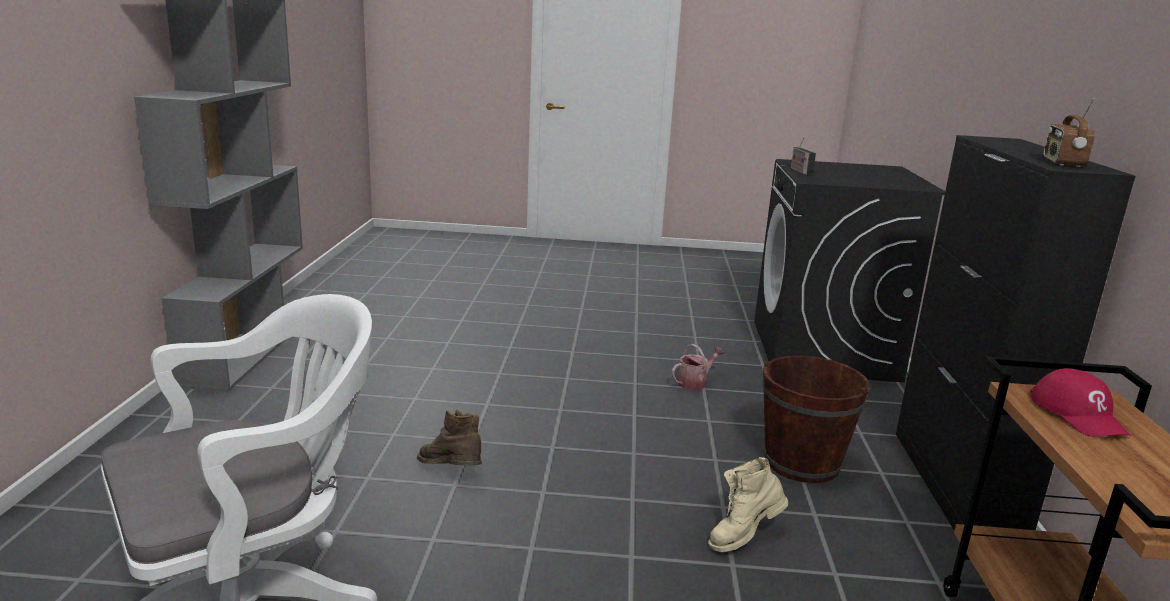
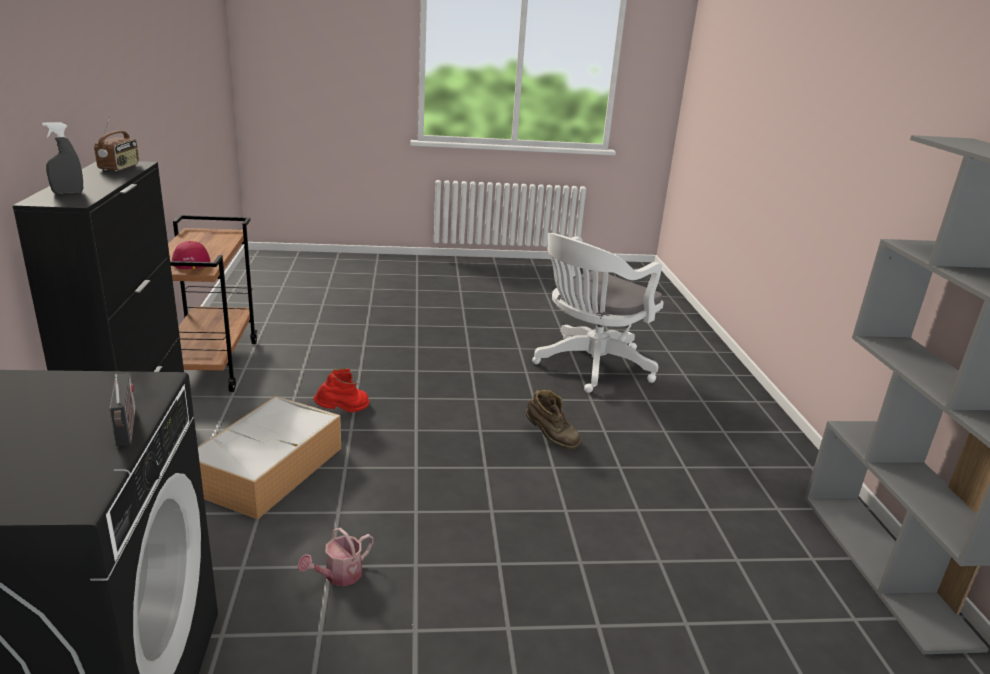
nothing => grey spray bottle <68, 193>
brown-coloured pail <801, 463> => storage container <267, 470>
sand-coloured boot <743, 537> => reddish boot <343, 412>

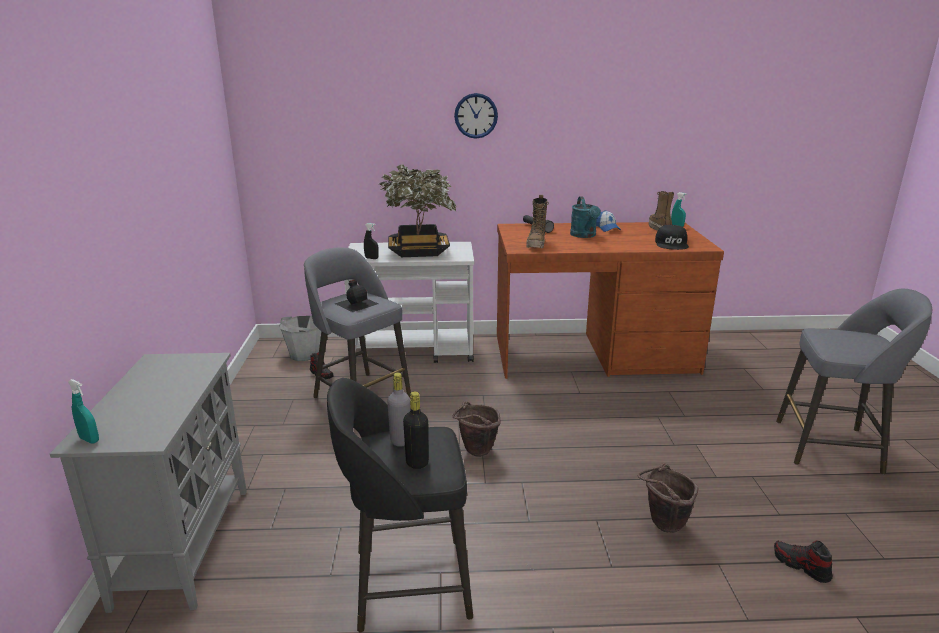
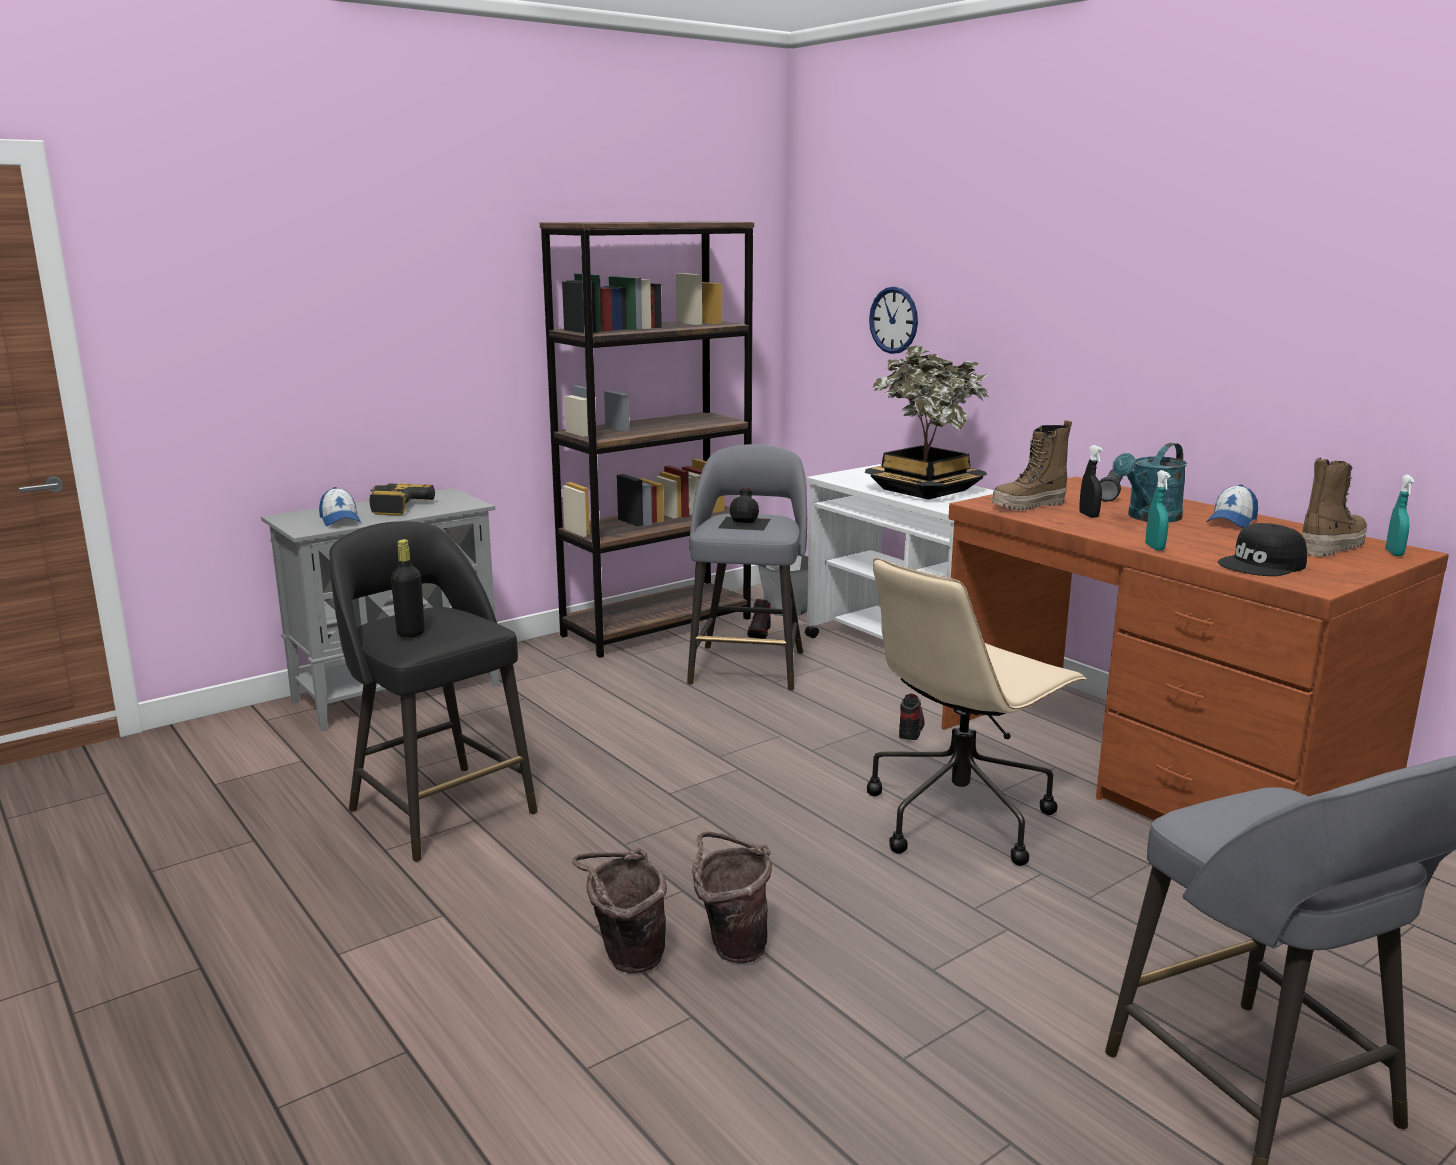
grey bottle <400, 441> => nothing
nothing => cap <340, 520>
nothing => power drill <394, 507>
nothing => brown-coloured bookshelf <657, 627>
nothing => sand-coloured office chair <960, 816>
turquoise-coloured spray bottle <89, 440> => turquoise-coloured spray bottle <1154, 547>, moved
blackish spray bottle <371, 258> => blackish spray bottle <1088, 515>, moved
brown-coloured pail <475, 452> => brown-coloured pail <625, 960>, moved
wall clock <476, 115> => wall clock <893, 320>, moved
item of footwear <801, 566> => item of footwear <910, 728>, moved

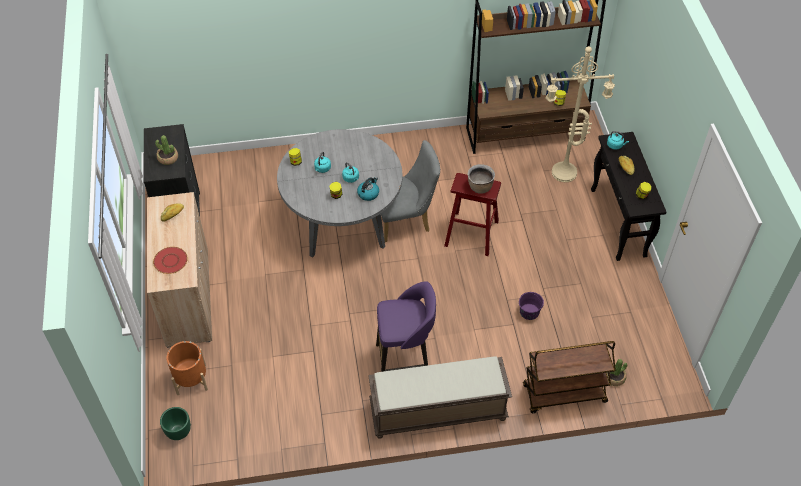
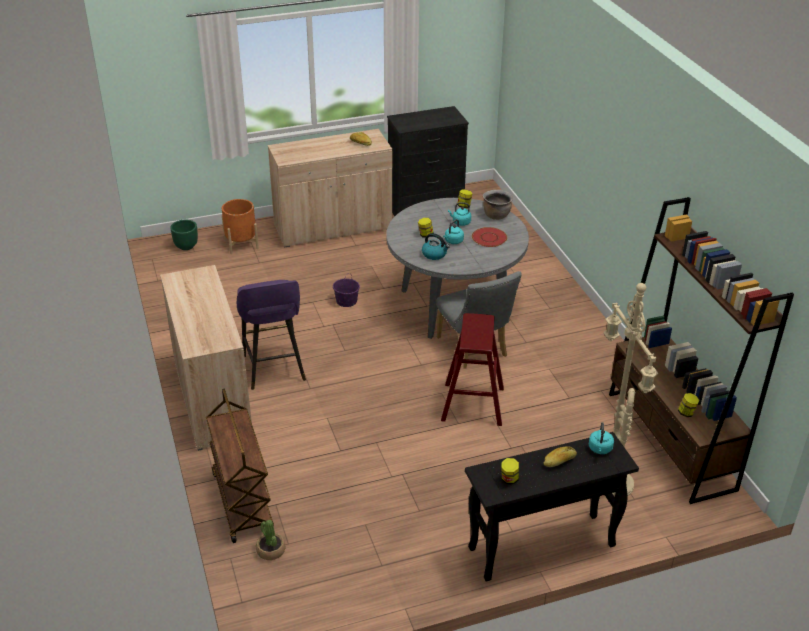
potted plant <168, 158> => nothing
reddish dinner plate <171, 261> => reddish dinner plate <489, 238>, moved
brown-coloured cooking pot <479, 187> => brown-coloured cooking pot <496, 215>, moved
purple-coloured pail <529, 312> => purple-coloured pail <346, 301>, moved
brown-coloured bench <437, 412> => sand-coloured storage cabinet <212, 399>

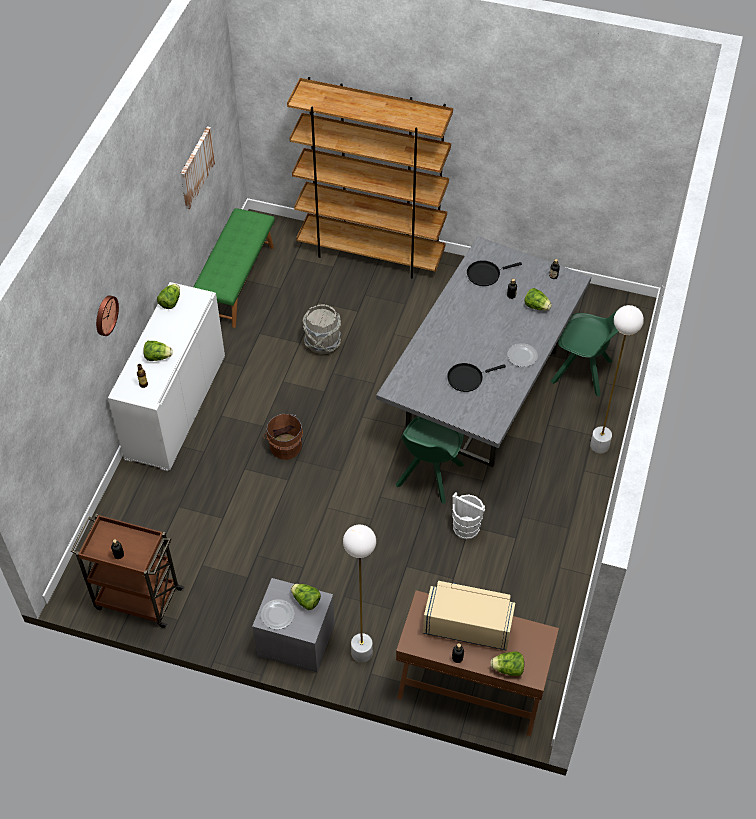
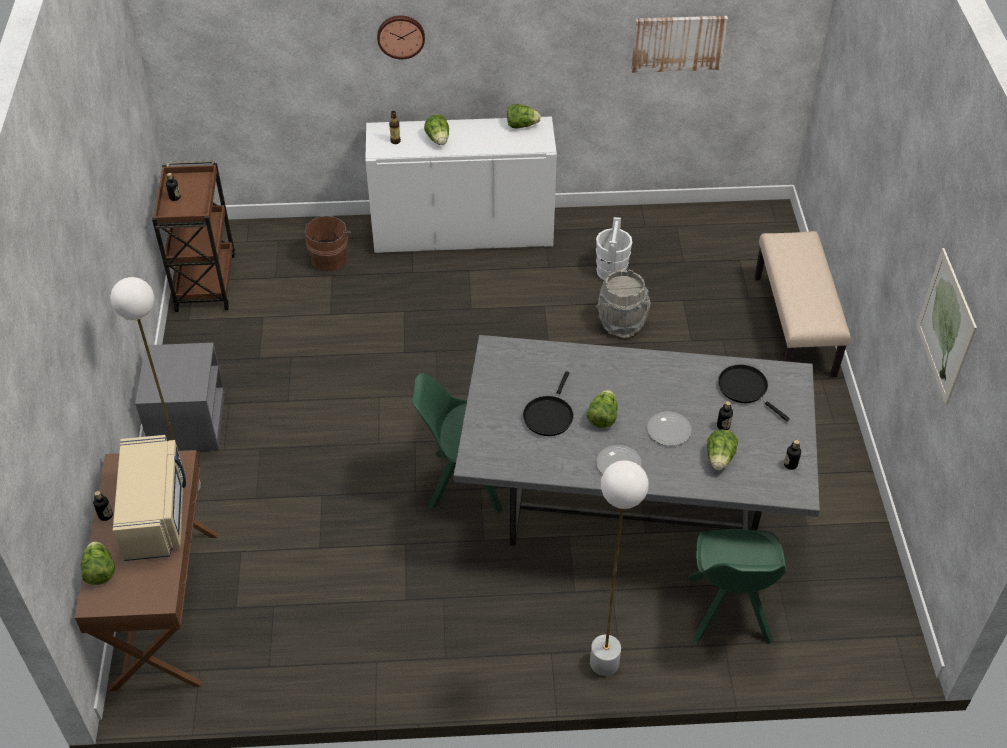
green-coloured bench <236, 282> => nothing
nothing => wall art <946, 326>
dinner plate <278, 615> => dinner plate <669, 430>, moved
brown-coloured pail <284, 446> => brown-coloured pail <330, 257>, moved
lettuce head <306, 601> => lettuce head <602, 417>, moved
whitish pail <466, 527> => whitish pail <611, 271>, moved
brown-coloured bookshelf <371, 253> => sand-coloured bench <795, 326>
blackish skillet <467, 378> => blackish skillet <549, 415>, 120 degrees counterclockwise

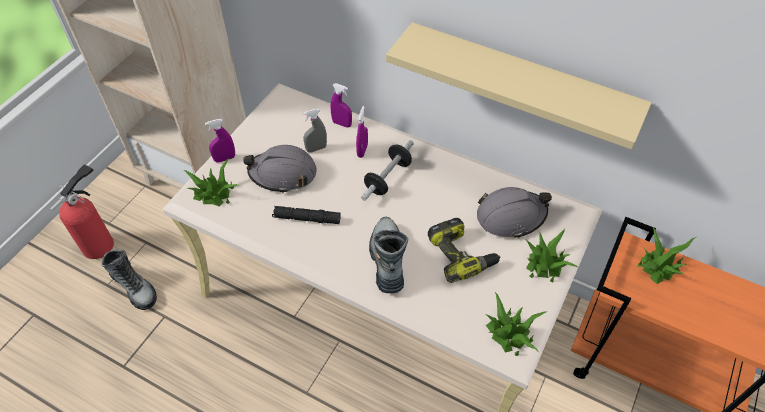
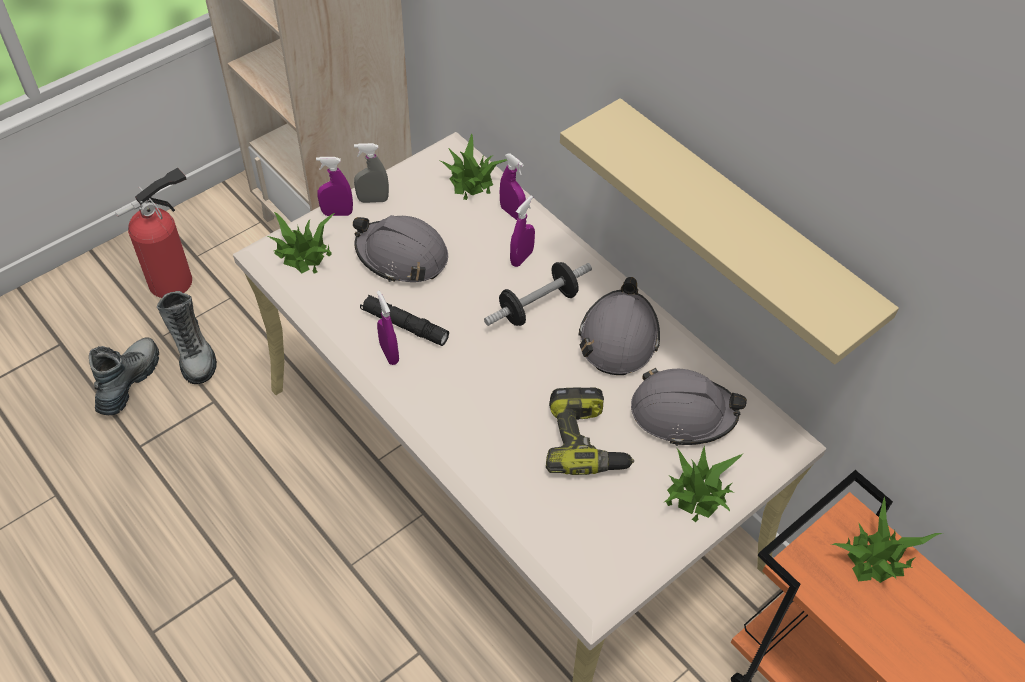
nothing => purple-coloured spray bottle <389, 354>
nothing => grey hard hat <618, 337>
grey spray bottle <316, 148> => grey spray bottle <373, 200>, moved
boot <387, 259> => boot <128, 382>, moved
potted plant <510, 333> => potted plant <471, 180>, moved

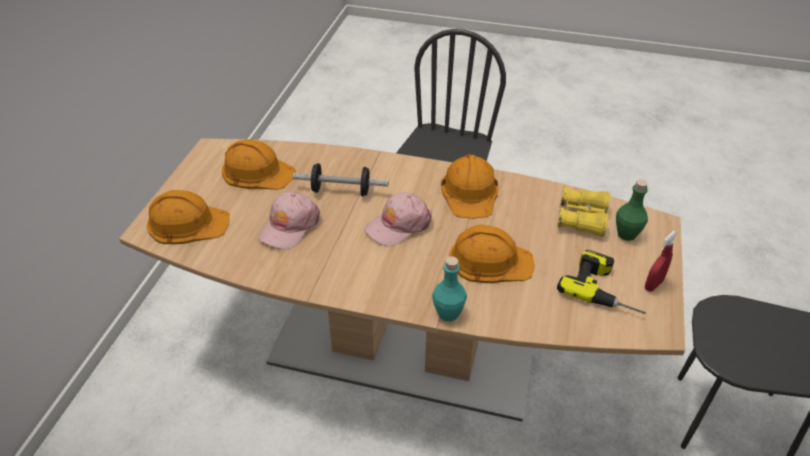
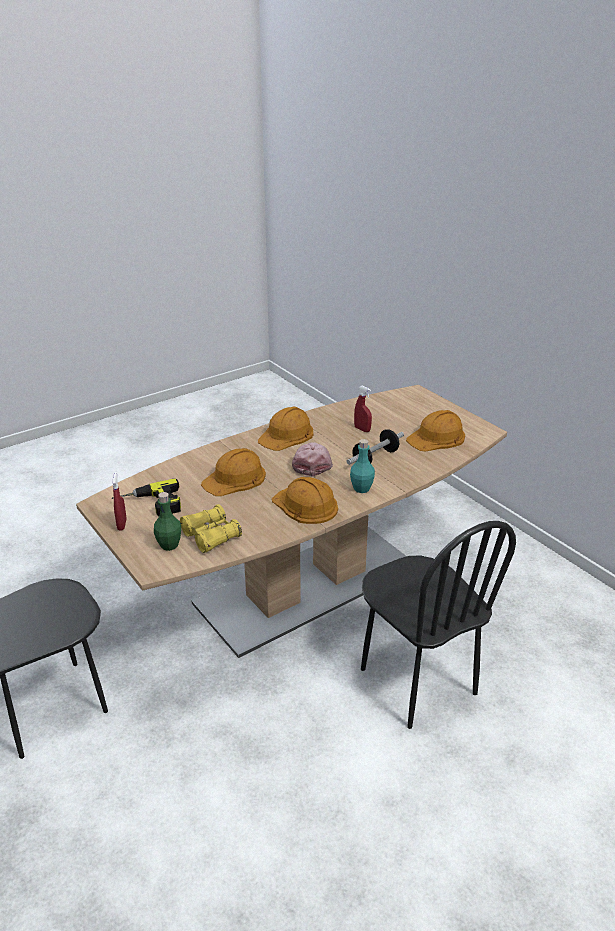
orange hard hat <187, 223> => orange hard hat <286, 435>, moved
turquoise-coloured bottle <448, 313> => turquoise-coloured bottle <361, 488>, moved
pinkish cap <289, 226> => reddish spray bottle <362, 429>

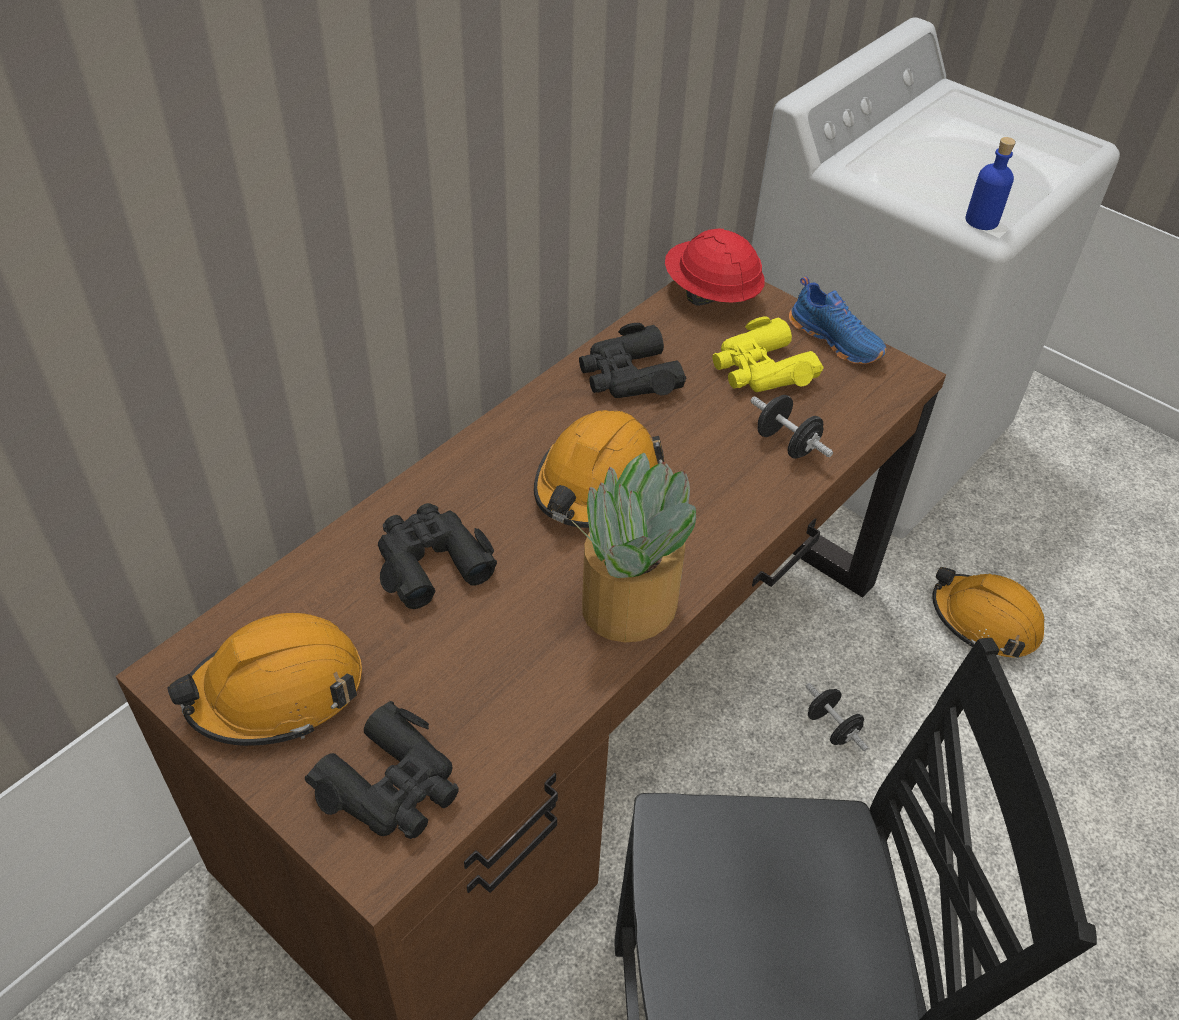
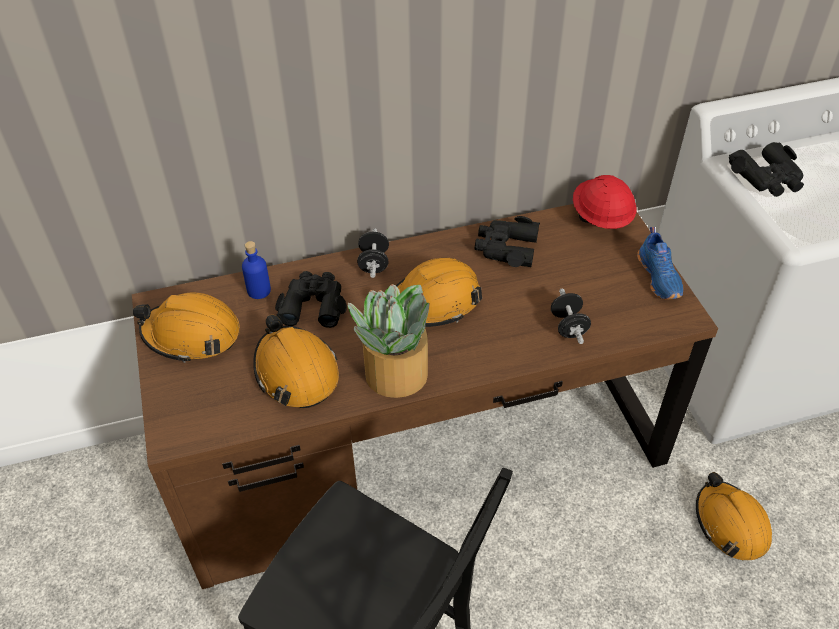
yellow-coloured pair of binoculars <761, 370> => nothing
nothing => orange hard hat <296, 372>
blackish pair of binoculars <392, 786> => blackish pair of binoculars <767, 178>, moved
blackish free weight <832, 727> => blackish free weight <374, 263>, moved
blue bottle <981, 220> => blue bottle <259, 290>, moved

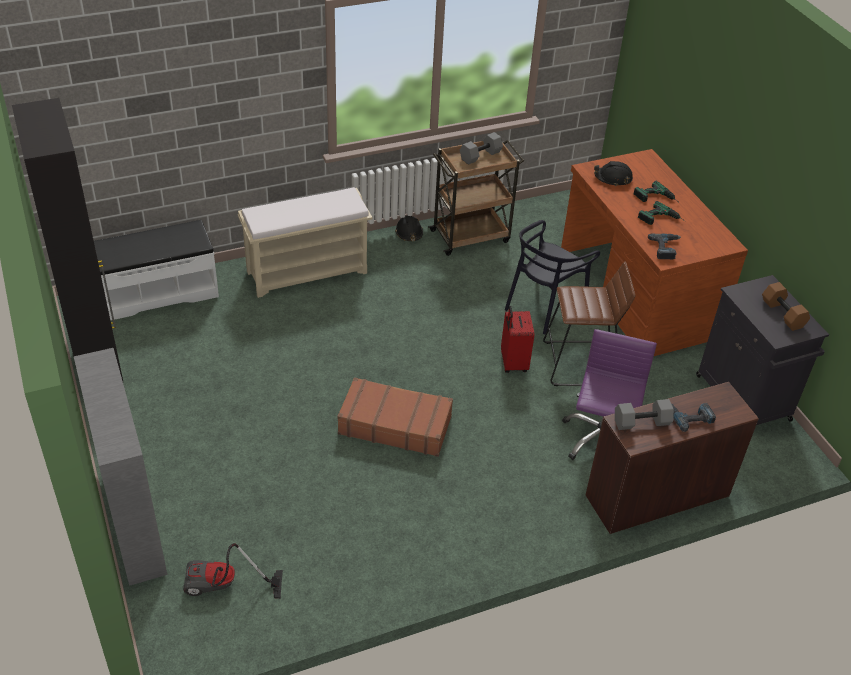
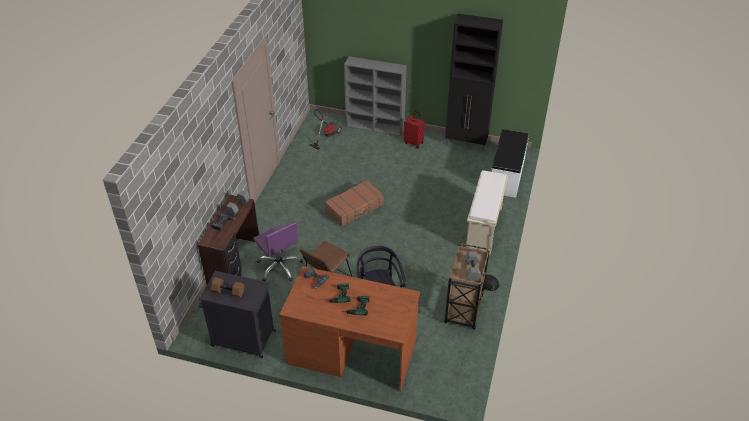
blackish hard hat <613, 178> => nothing
reddish suitcase <512, 363> => reddish suitcase <413, 142>, moved

